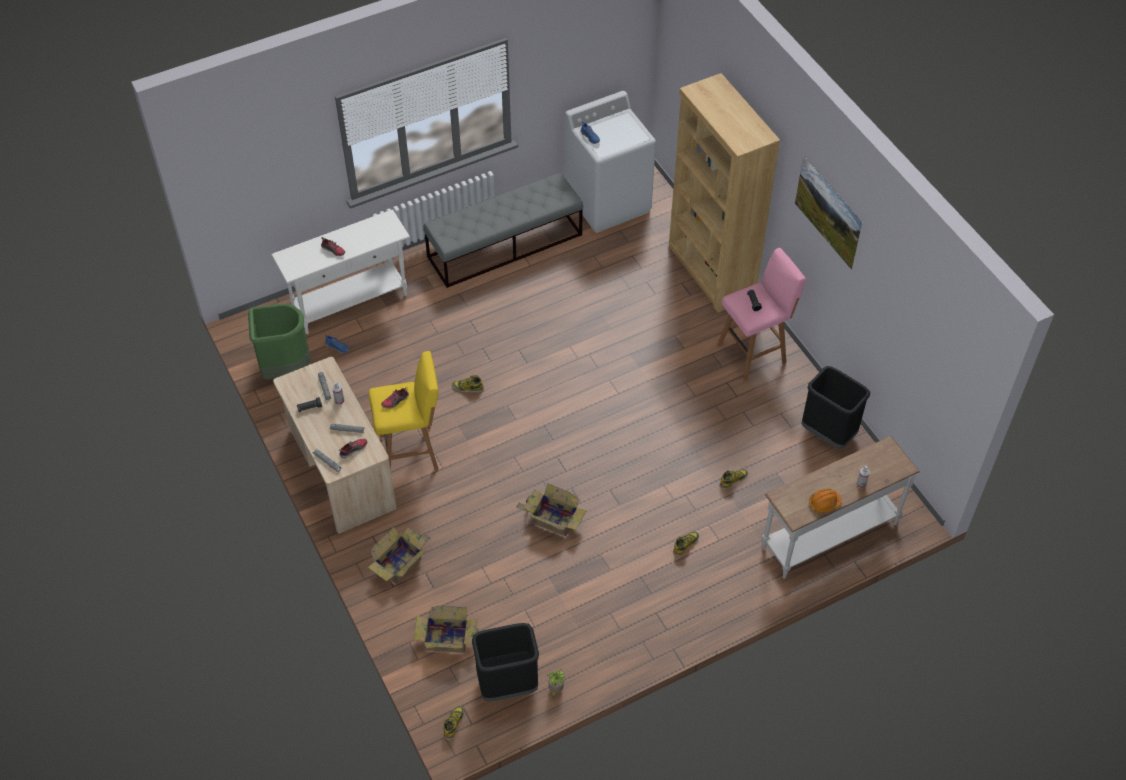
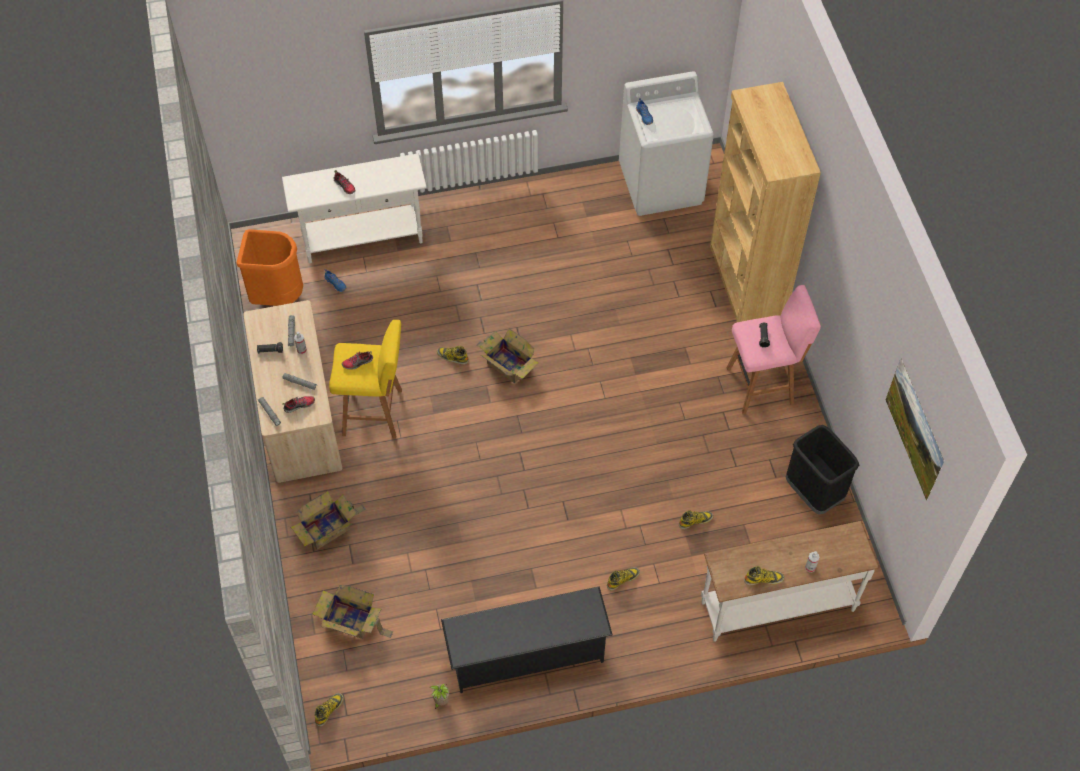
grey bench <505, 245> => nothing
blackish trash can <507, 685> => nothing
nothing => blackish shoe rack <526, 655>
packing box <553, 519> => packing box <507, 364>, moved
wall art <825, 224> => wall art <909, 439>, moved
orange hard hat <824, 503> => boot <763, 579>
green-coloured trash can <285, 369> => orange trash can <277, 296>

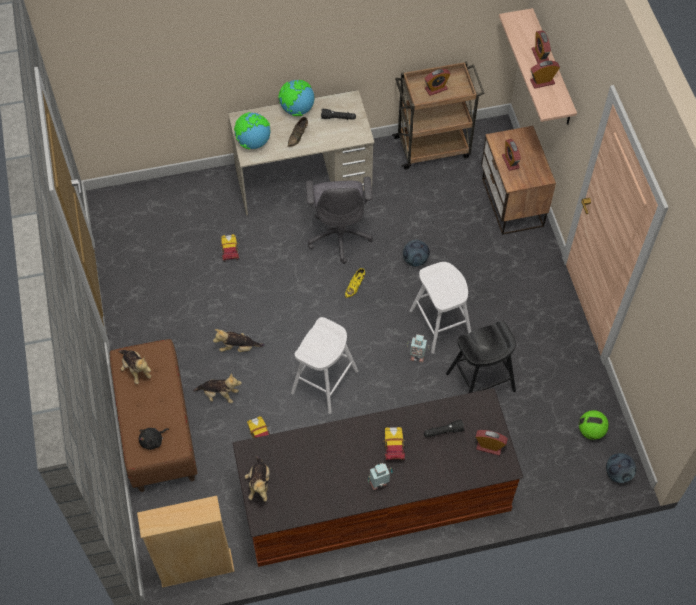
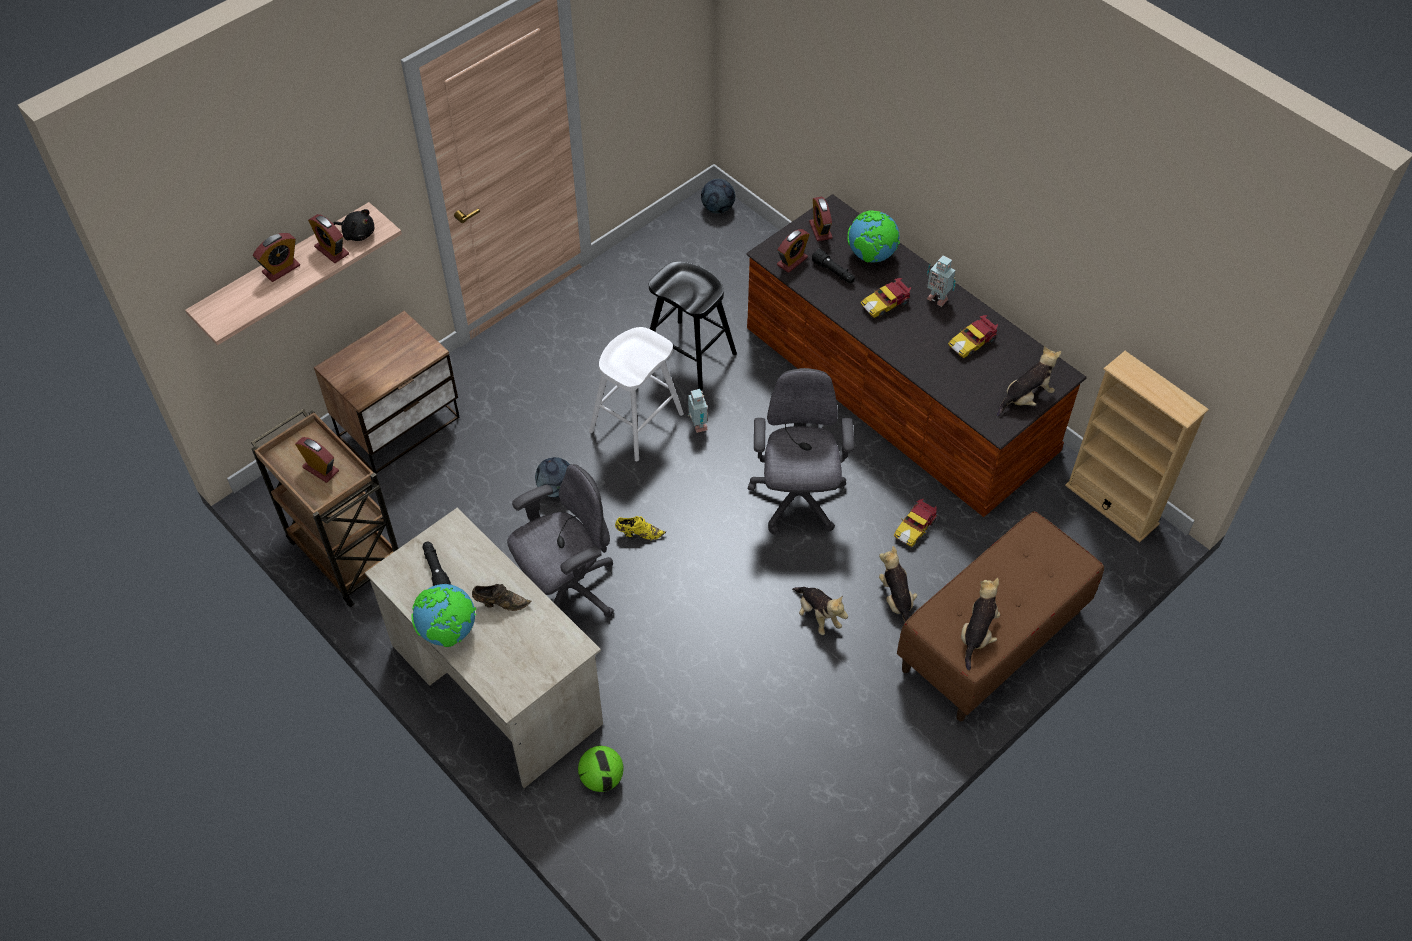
blackish plush toy <153, 440> => blackish plush toy <357, 233>, moved
model car <230, 251> => model car <972, 342>, moved
desk globe <253, 142> => desk globe <871, 256>, moved
table clock <510, 162> => table clock <792, 261>, moved
ball for football <591, 431> => ball for football <602, 778>, moved
whitish stool <324, 382> => grey office chair <797, 499>

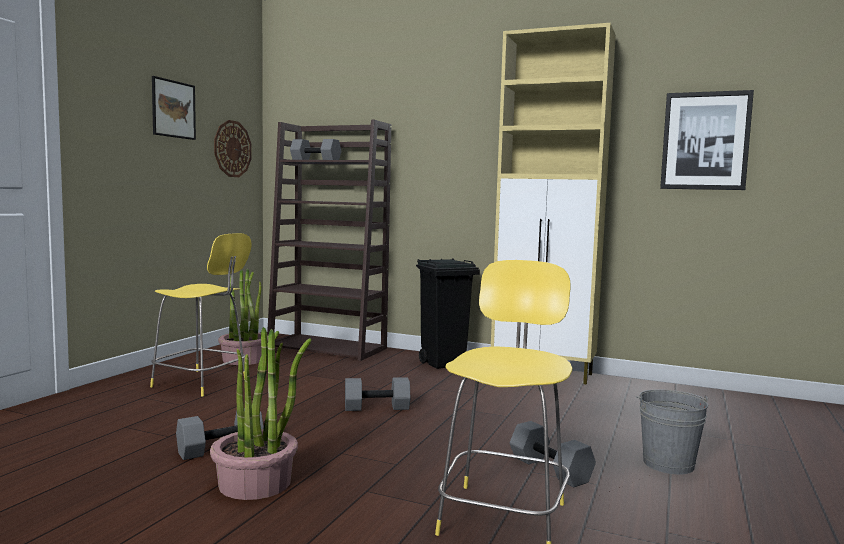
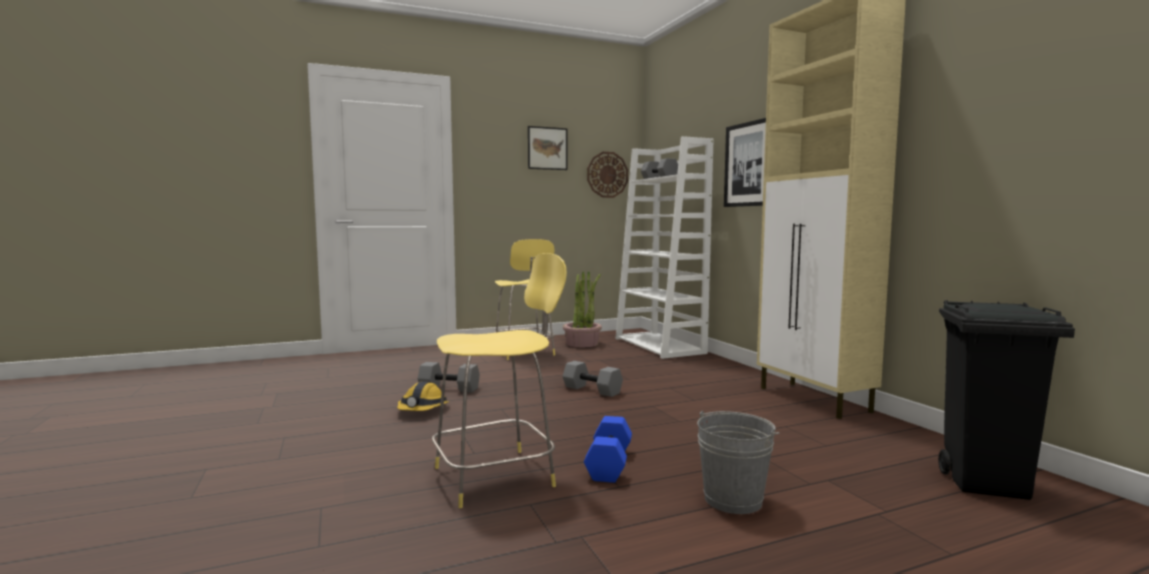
blackish trash can <444, 363> => blackish trash can <986, 484>, moved
wall art <705, 141> => wall art <749, 164>, moved
potted plant <256, 483> => hard hat <423, 410>
brown-coloured bookshelf <328, 348> => whitish bookshelf <660, 346>
grey free weight <551, 469> => blue free weight <610, 464>

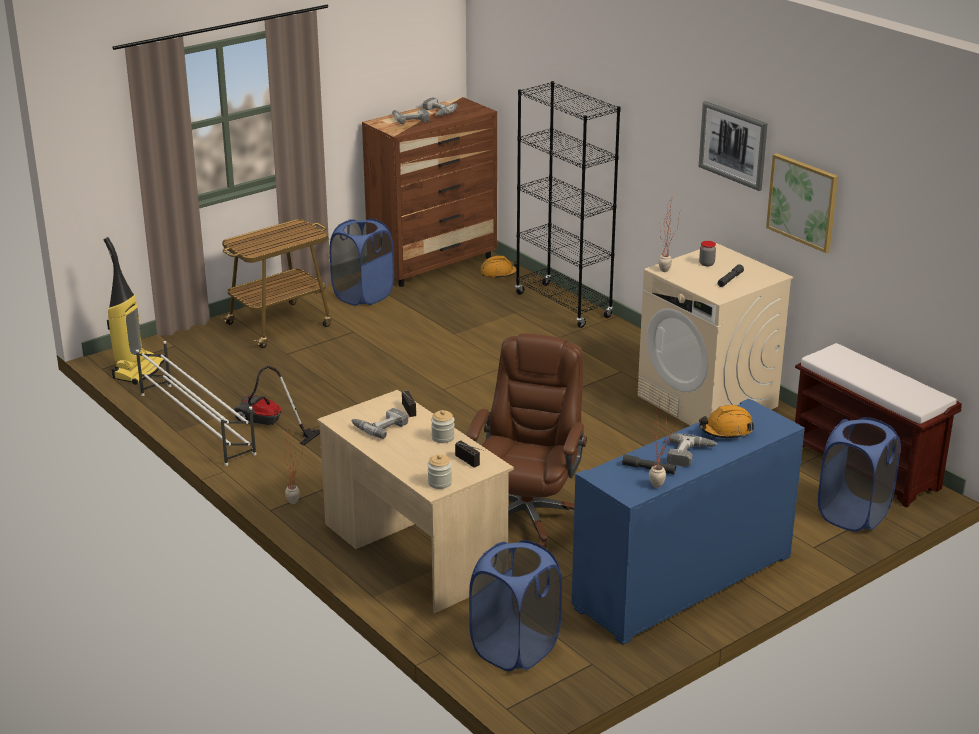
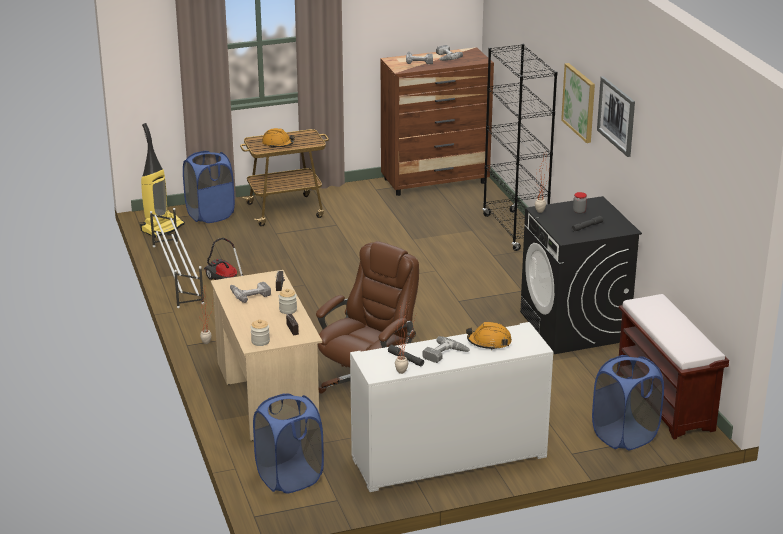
blue washing basket <363, 295> => blue washing basket <210, 214>, moved
orange hard hat <499, 273> => orange hard hat <278, 144>, moved
wall art <803, 202> => wall art <579, 102>, moved
blue storage cabinet <683, 581> => whitish storage cabinet <449, 457>
sand-coloured washing machine <708, 401> => blackish washing machine <574, 326>

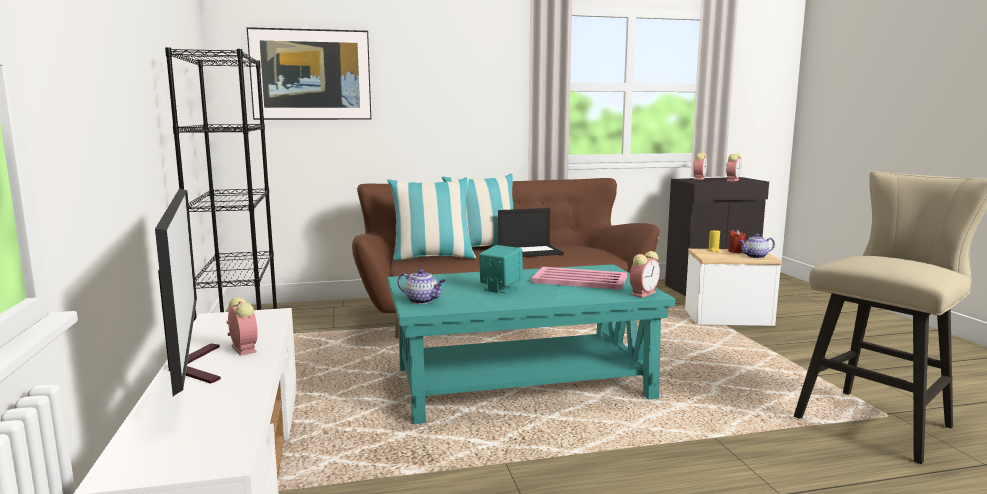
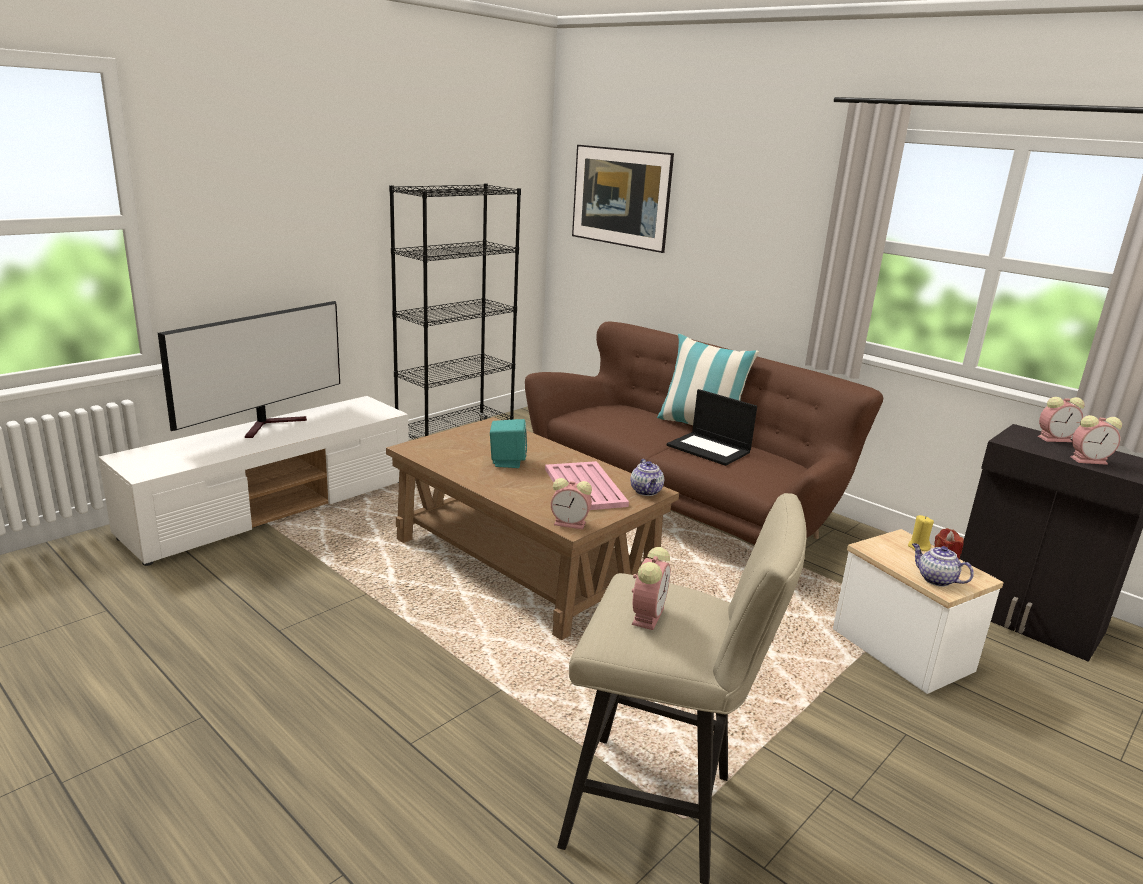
cushion <432, 257> => nothing
table clock <243, 348> => table clock <648, 615>, moved
teapot <422, 301> => teapot <646, 491>, moved
turquoise-coloured low table <522, 382> => brown-coloured low table <524, 562>

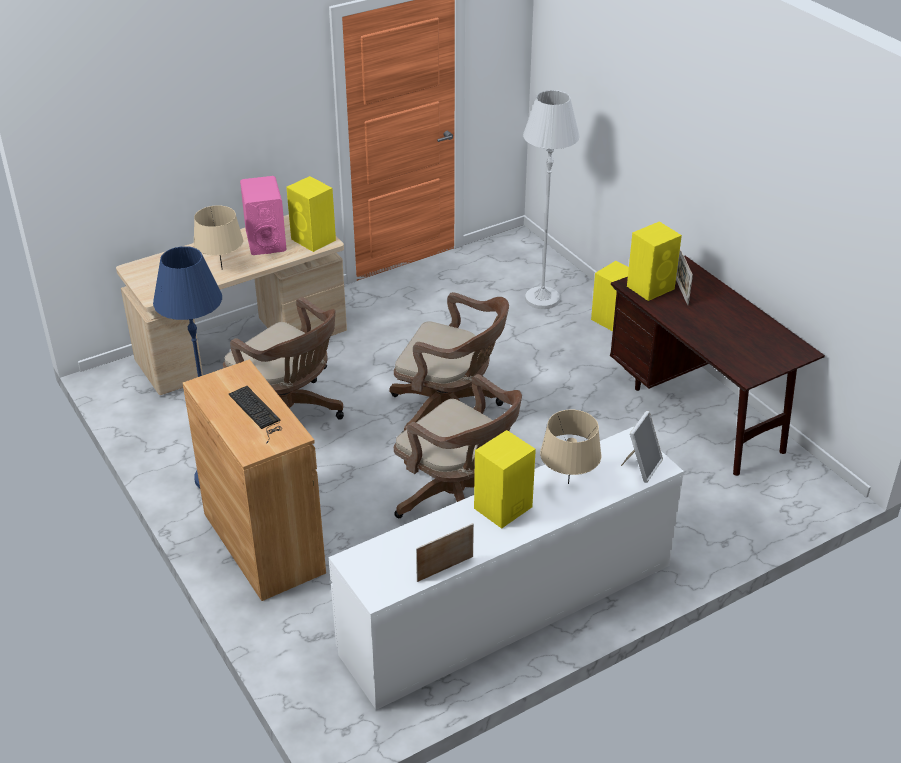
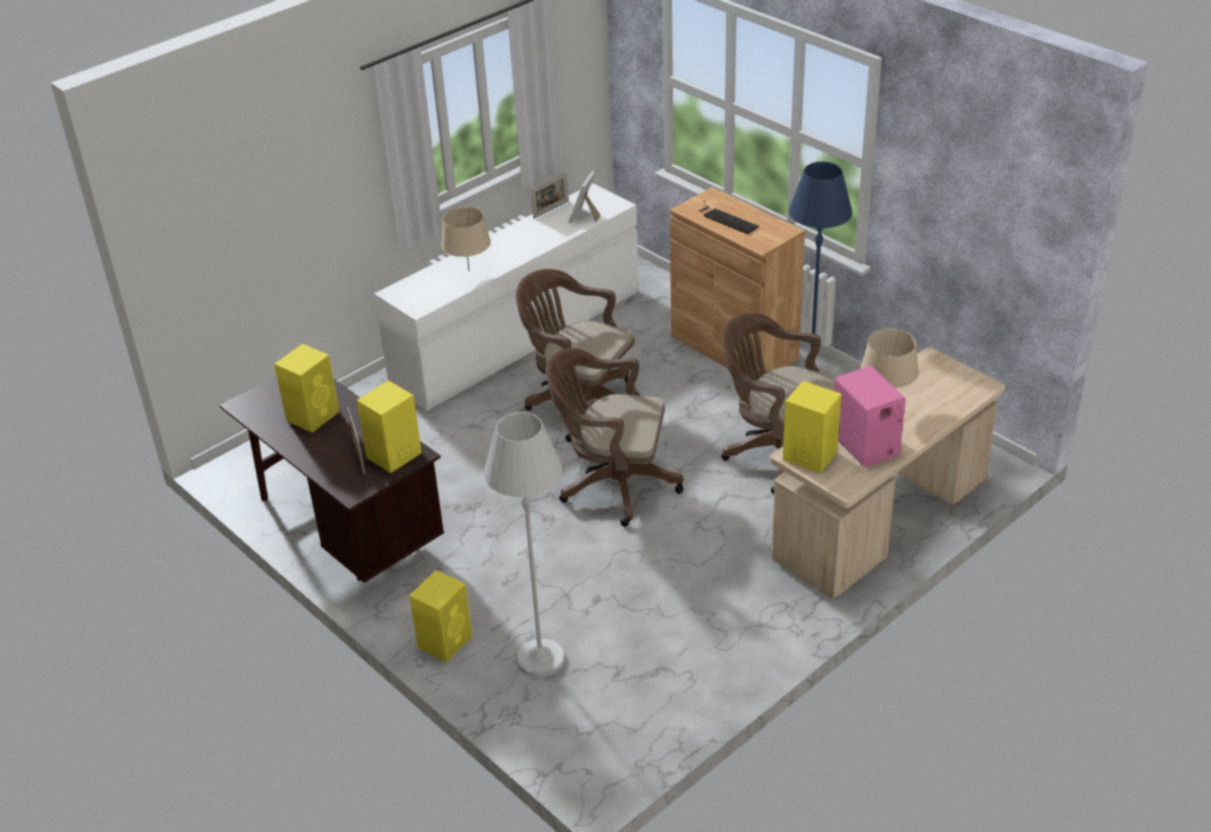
yellow-coloured audio speaker <502, 508> => yellow-coloured audio speaker <313, 415>, moved
picture frame <641, 466> => picture frame <584, 217>, moved

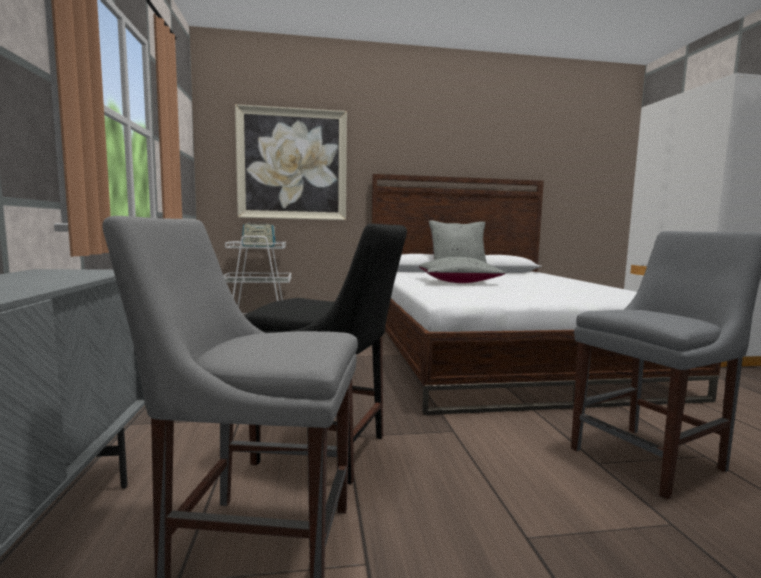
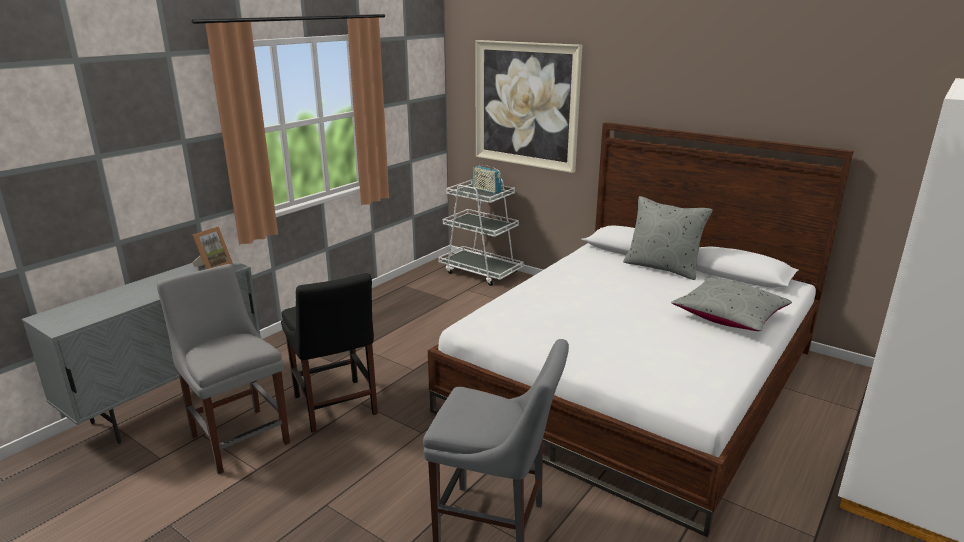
nothing => picture frame <213, 266>
grey cushion <458, 282> => grey cushion <729, 316>, moved

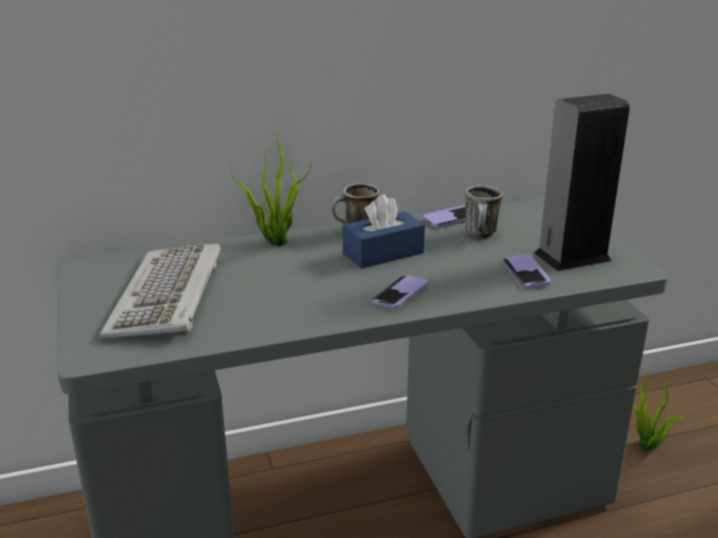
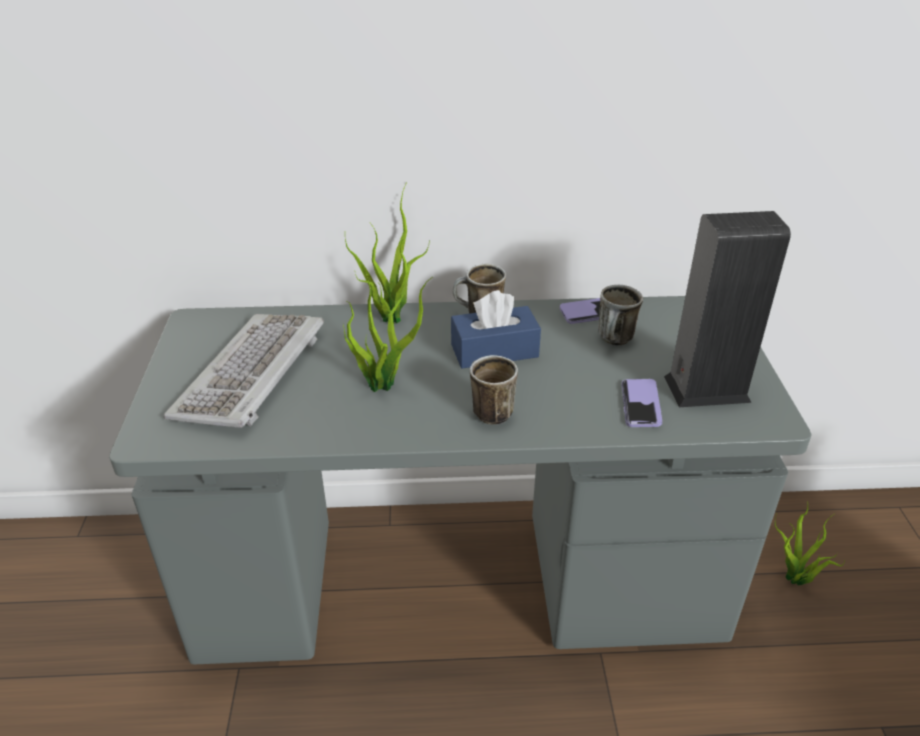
nothing => potted plant <385, 384>
telephone <400, 294> => tea mug <487, 411>

